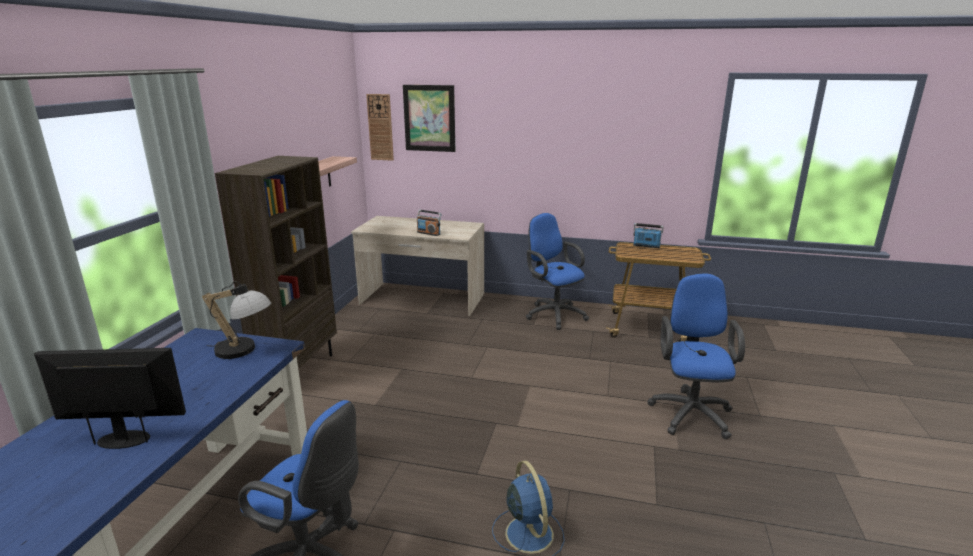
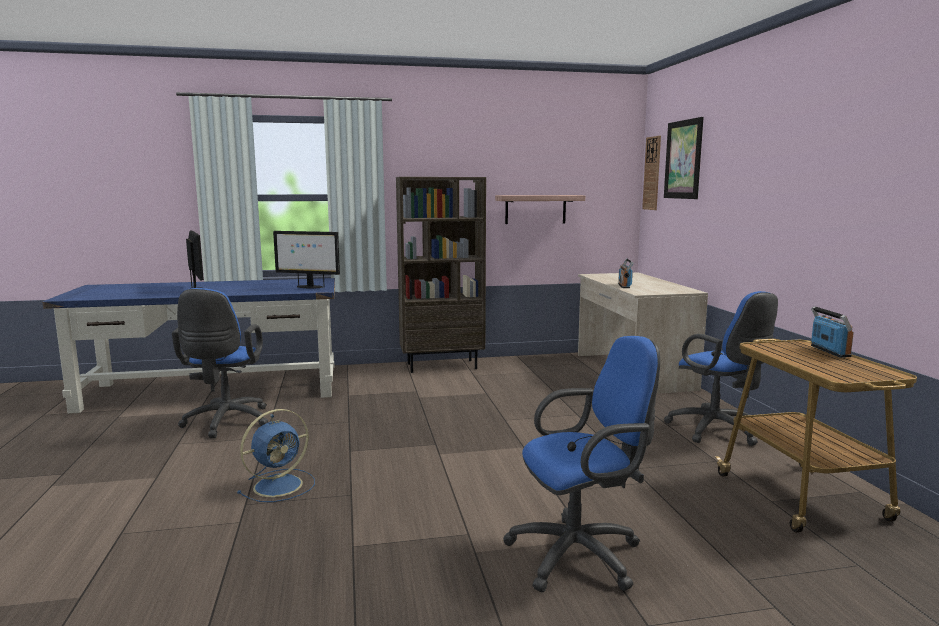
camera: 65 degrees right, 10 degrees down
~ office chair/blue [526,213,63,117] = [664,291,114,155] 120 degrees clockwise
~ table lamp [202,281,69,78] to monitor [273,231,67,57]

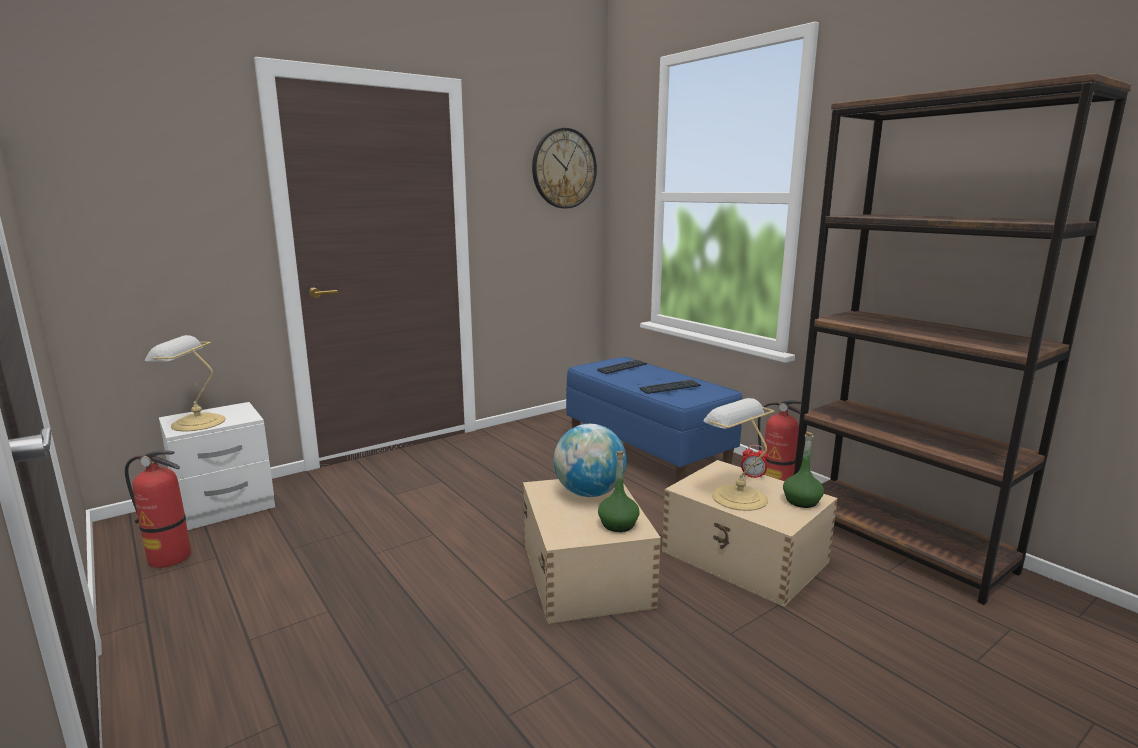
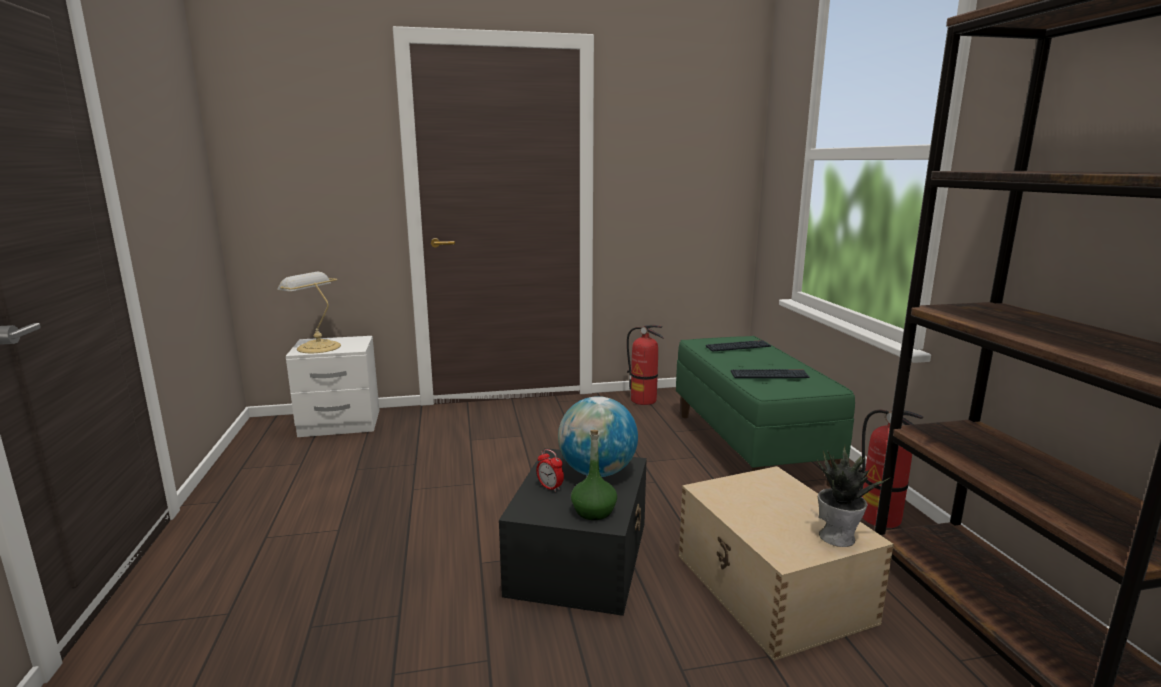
camera: 25 degrees right, 0 degrees up
- wall clock [532,128,65,80]
~ bench/blue [566,357,177,126] to bench/green [676,336,179,151]
- table lamp [704,398,70,113]
~ bottle/green [783,432,41,76] to potted plant [817,447,73,100]
~ alarm clock [741,445,27,34] to [537,449,27,43]
~ fire extinguisher [125,450,66,118] to [627,325,37,80]
~ storage box/beige [522,479,139,145] to storage box/black [499,448,148,168]

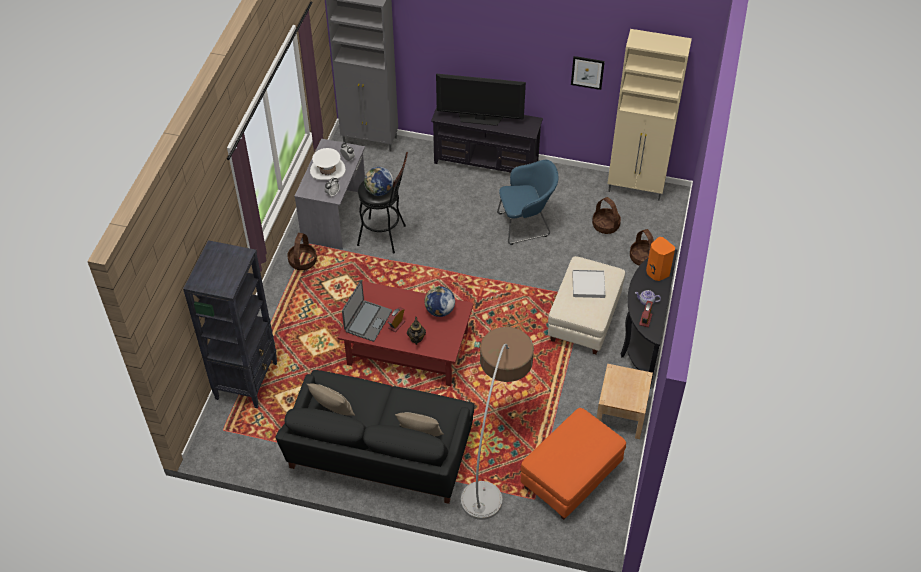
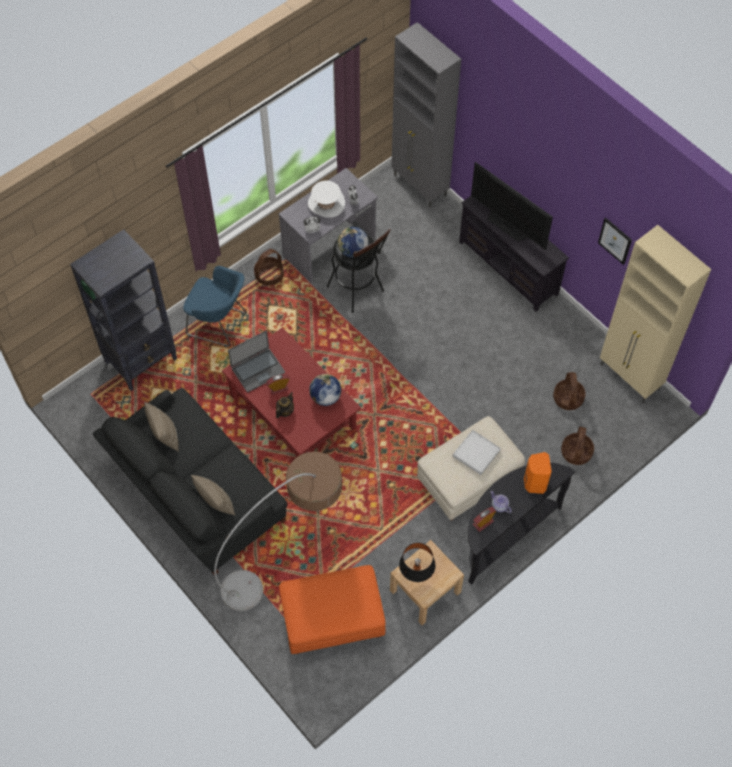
camera: 35 degrees right, 10 degrees up
~ armchair/blue [497,160,61,85] to [183,266,64,81]
+ table lamp/black [399,543,36,39]

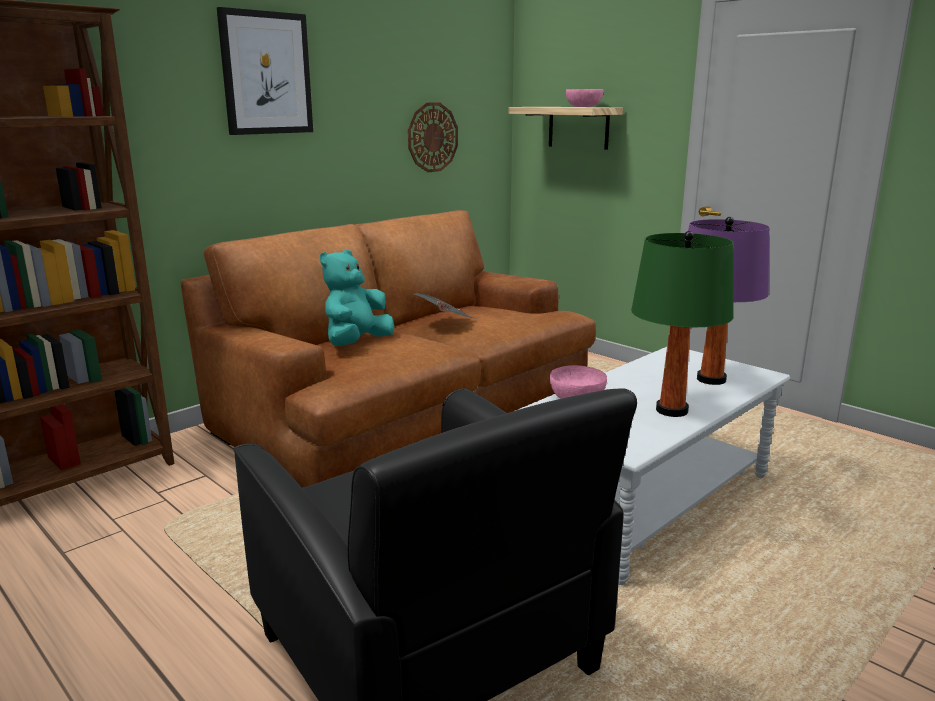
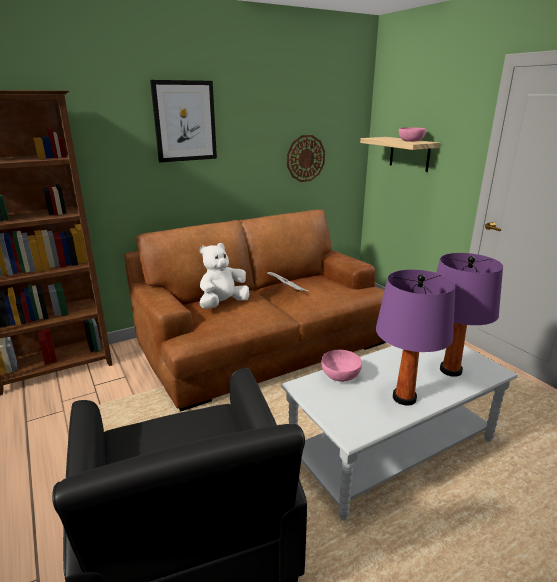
camera: 15 degrees right, 5 degrees up
~ table lamp/green [631,231,102,186] to table lamp/purple [376,270,80,135]
~ plush toy/turquoise [320,249,74,97] to plush toy/white [200,243,49,66]

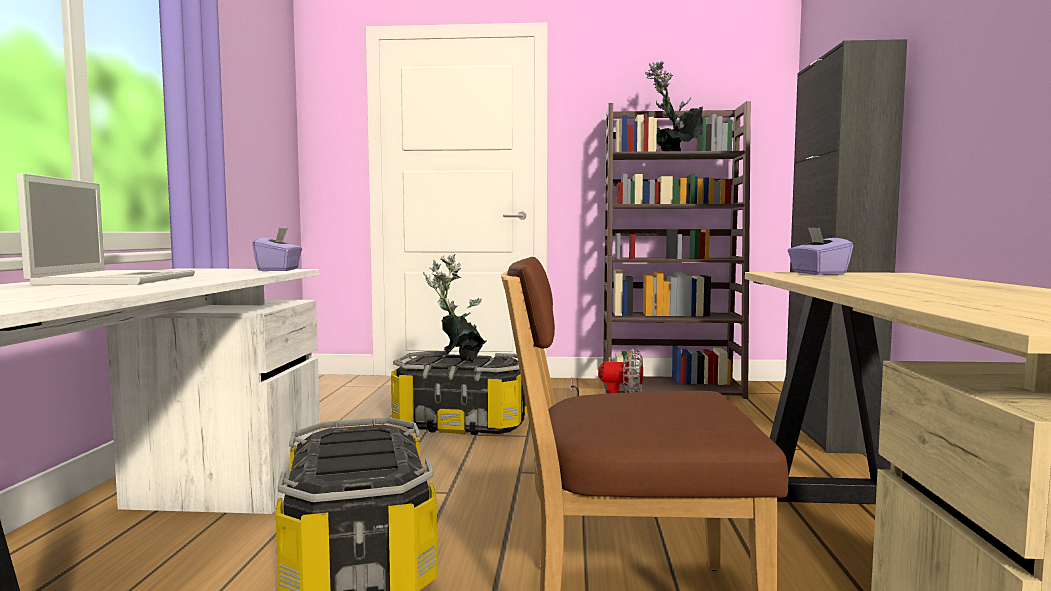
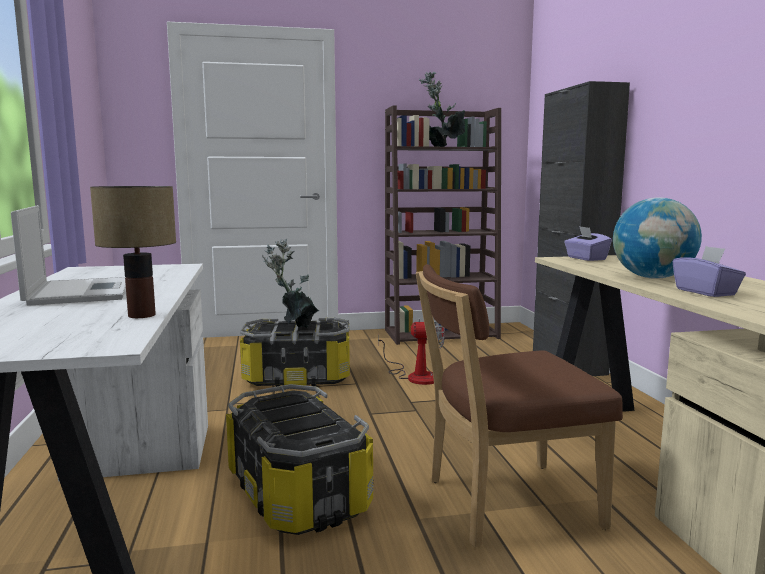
camera: 15 degrees left, 5 degrees up
~ tissue box/purple [252,228,50,43] to [673,246,73,51]
+ table lamp [90,186,86,132]
+ globe [613,197,89,82]

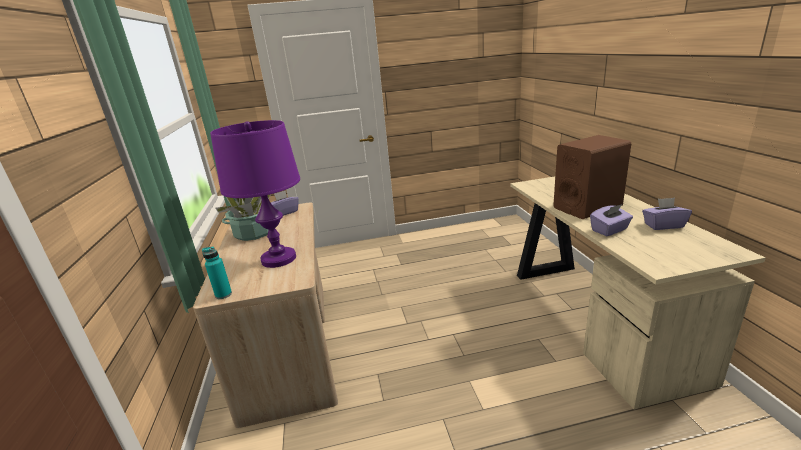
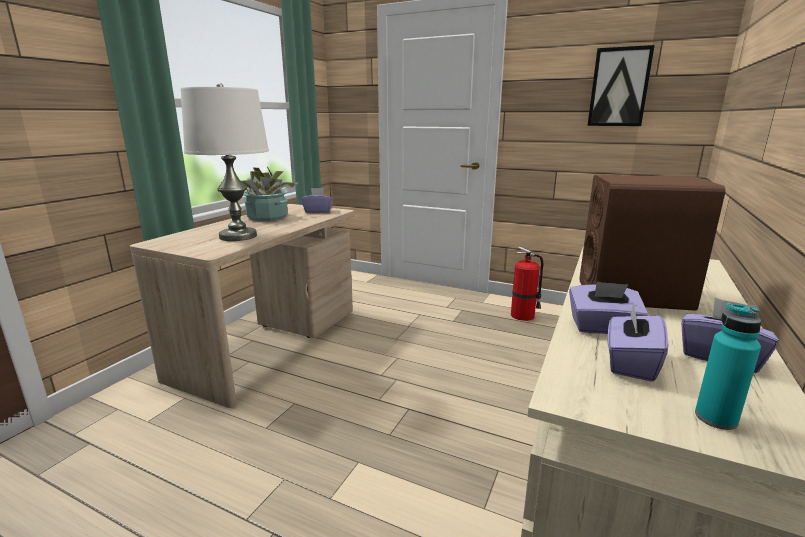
camera: 35 degrees right, 5 degrees down
~ table lamp/purple [210,120,90,148] to table lamp/white [181,83,88,158]
~ bottle/turquoise [202,246,30,53] to [695,303,66,127]
+ picture [588,45,67,81]
+ fire extinguisher [511,246,32,75]
+ tissue box/purple [608,303,60,79]

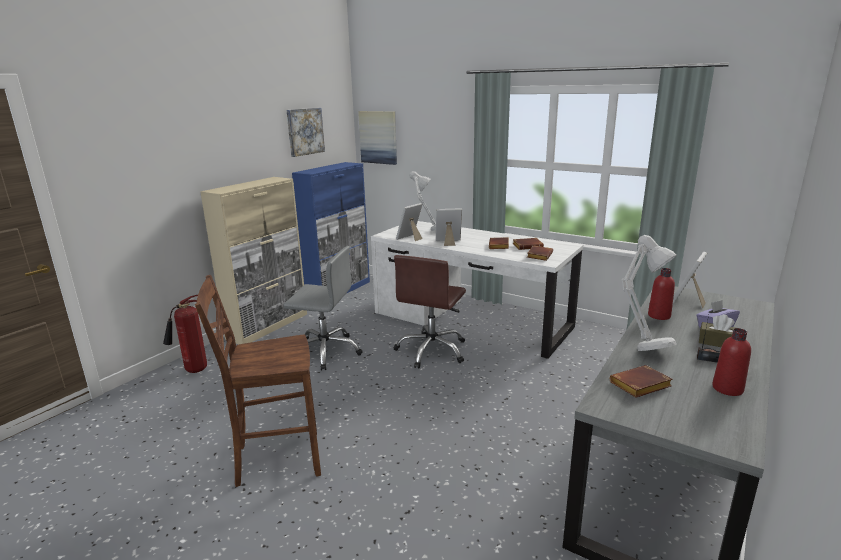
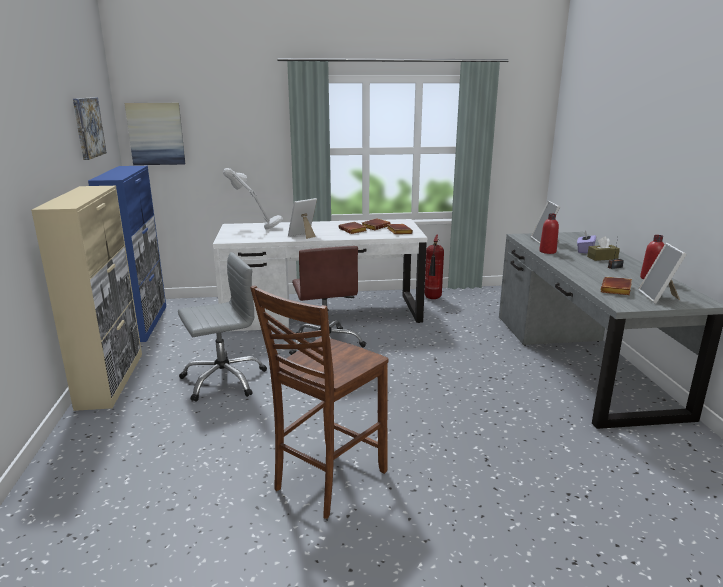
camera: 40 degrees left, 0 degrees up
~ picture frame [396,203,27,38] to [638,243,49,61]
- table lamp/grey [622,235,55,116]
~ fire extinguisher [163,295,44,78] to [425,235,19,64]

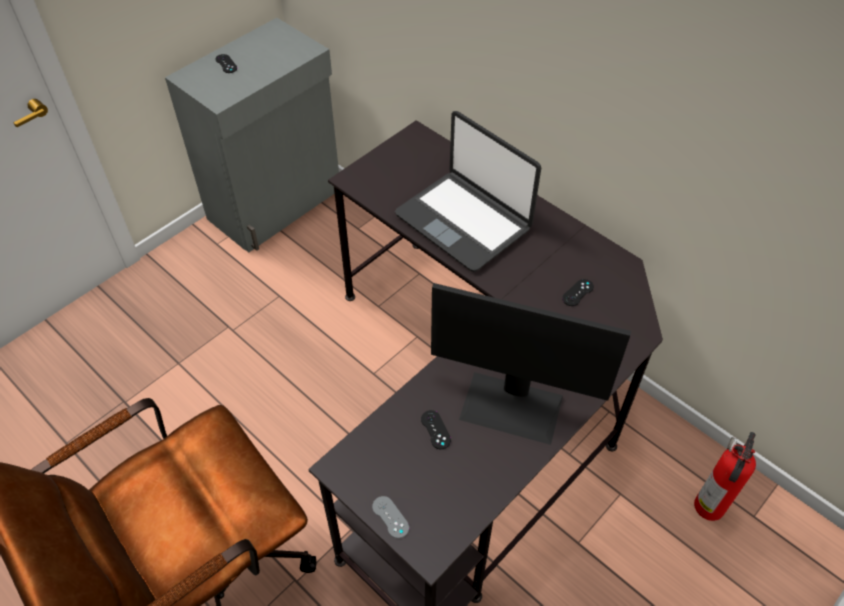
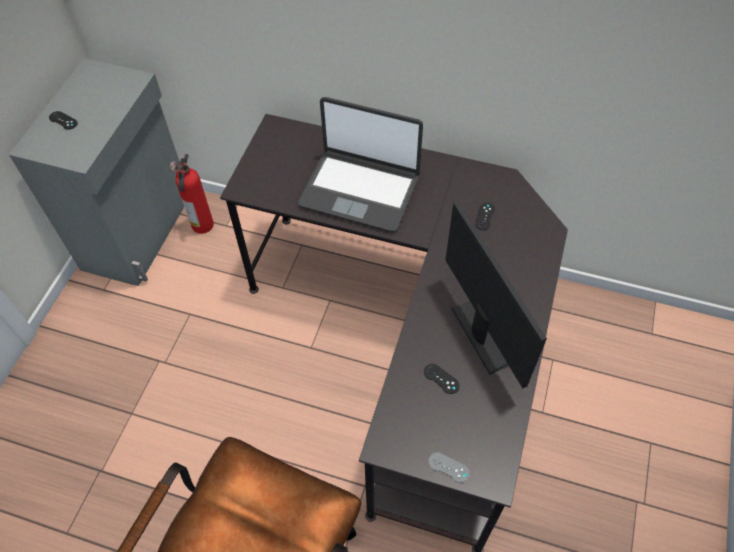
camera: 25 degrees left, 5 degrees up
~ monitor [431,283,200,162] = [446,201,101,187] 105 degrees counterclockwise
~ fire extinguisher [694,432,62,89] to [170,154,44,80]

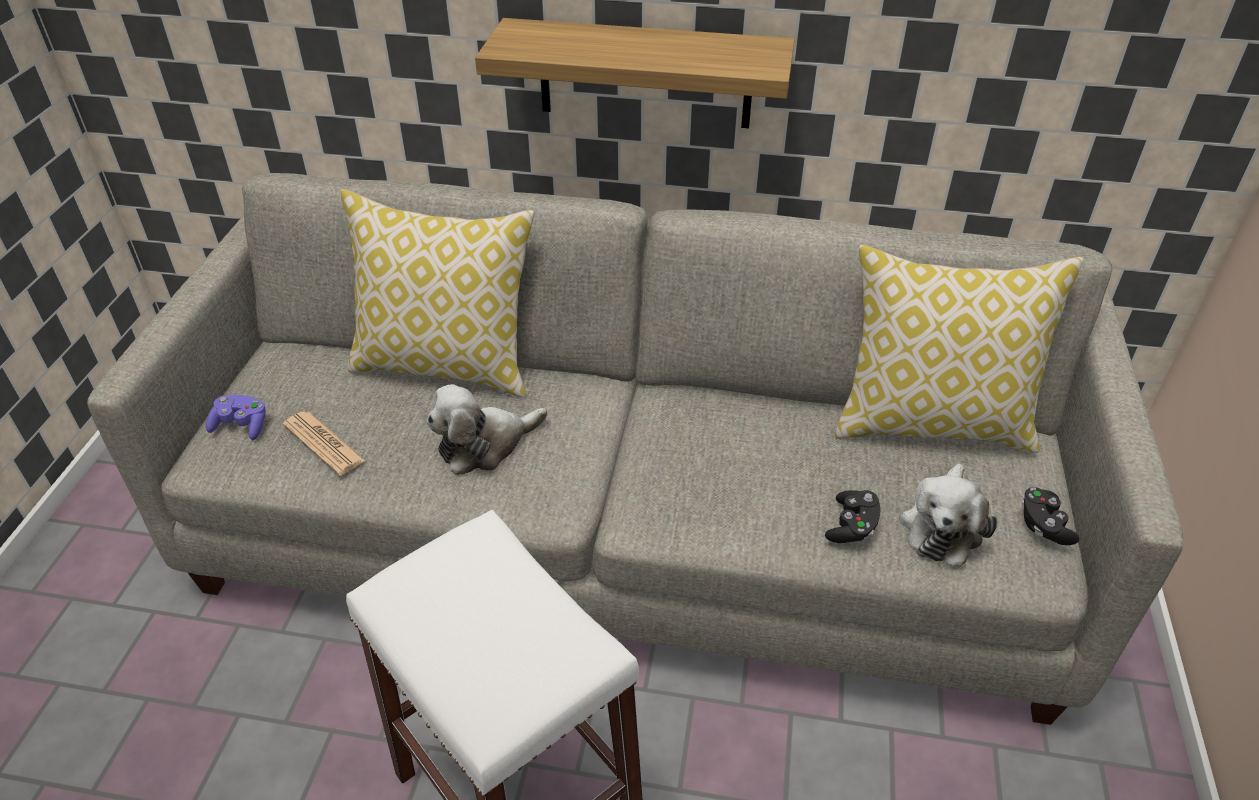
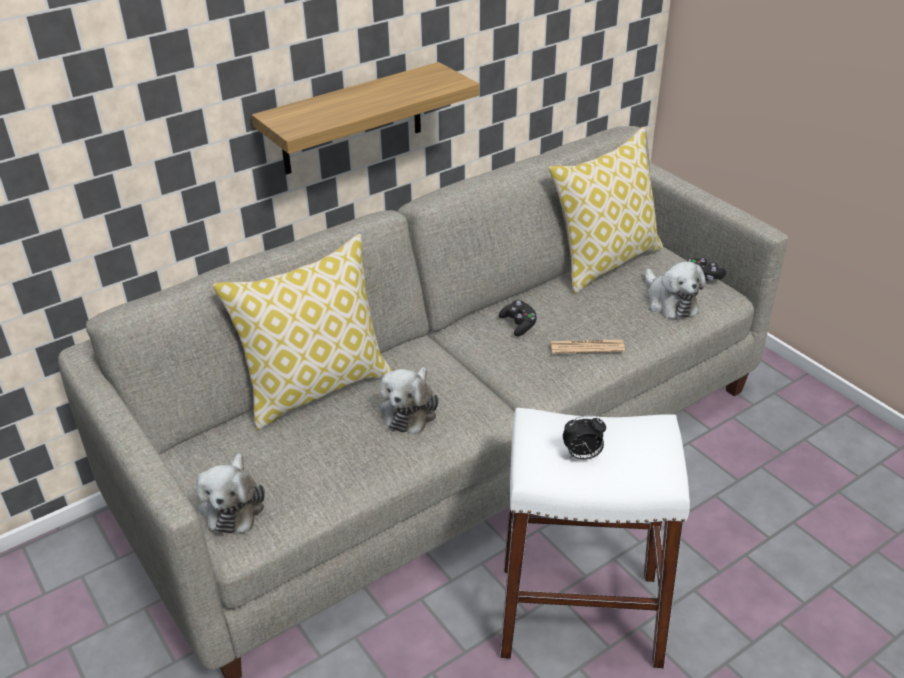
camera: 45 degrees left, 5 degrees down
~ game controller/purple [206,395,60,45] to plush toy [196,453,69,81]
~ newspaper [283,411,82,64] to [550,339,75,15]
~ game controller/black [825,490,56,53] to [499,300,39,36]
+ alarm clock [563,415,43,45]

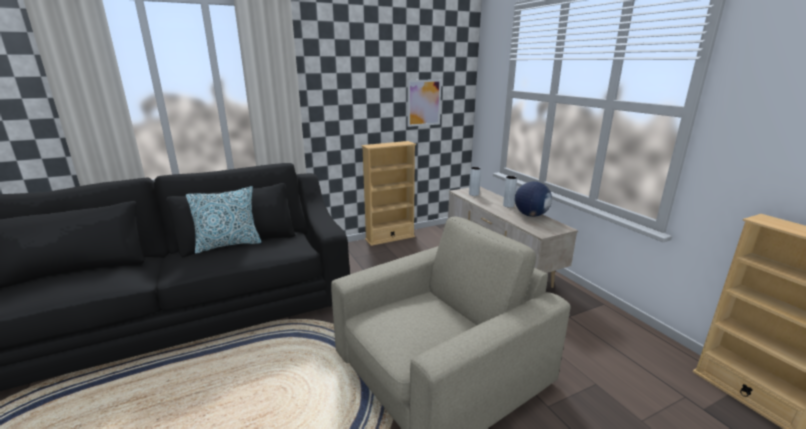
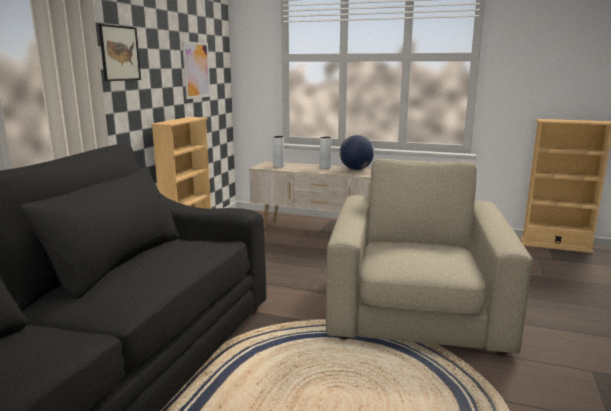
camera: 45 degrees left, 5 degrees down
- pillow [186,186,76,68]
+ picture [99,24,42,57]

